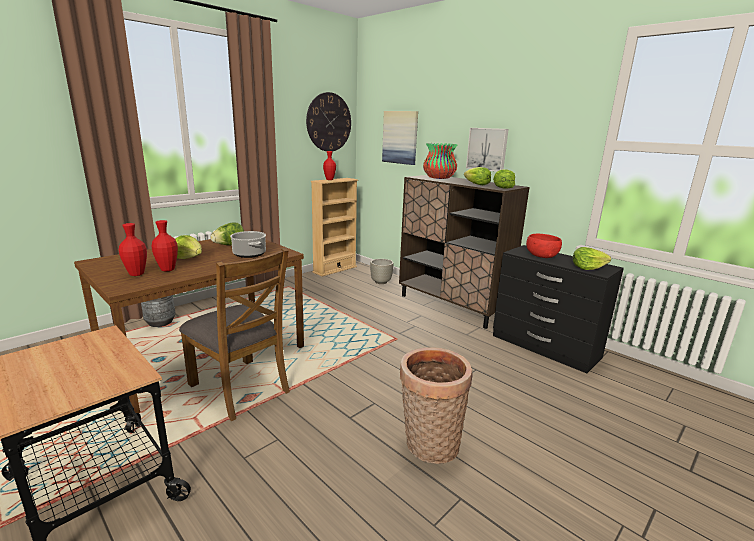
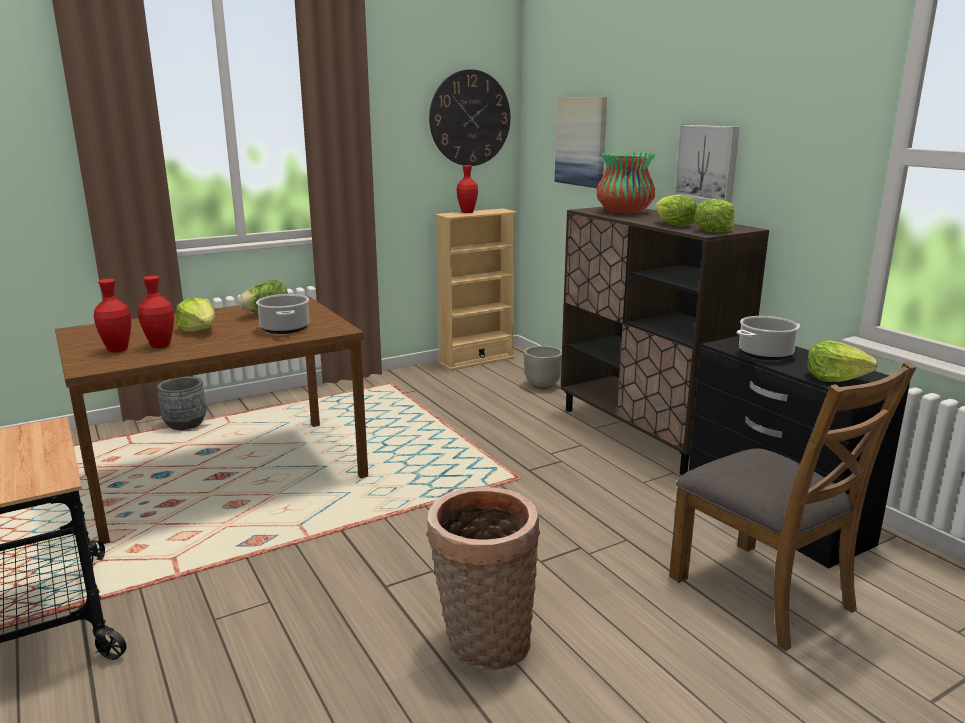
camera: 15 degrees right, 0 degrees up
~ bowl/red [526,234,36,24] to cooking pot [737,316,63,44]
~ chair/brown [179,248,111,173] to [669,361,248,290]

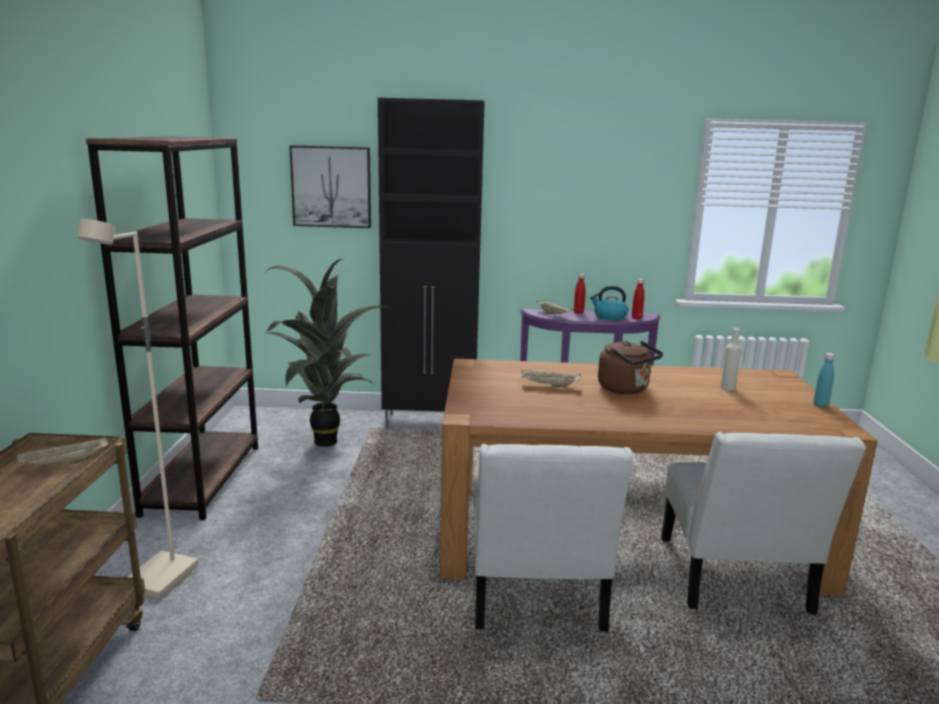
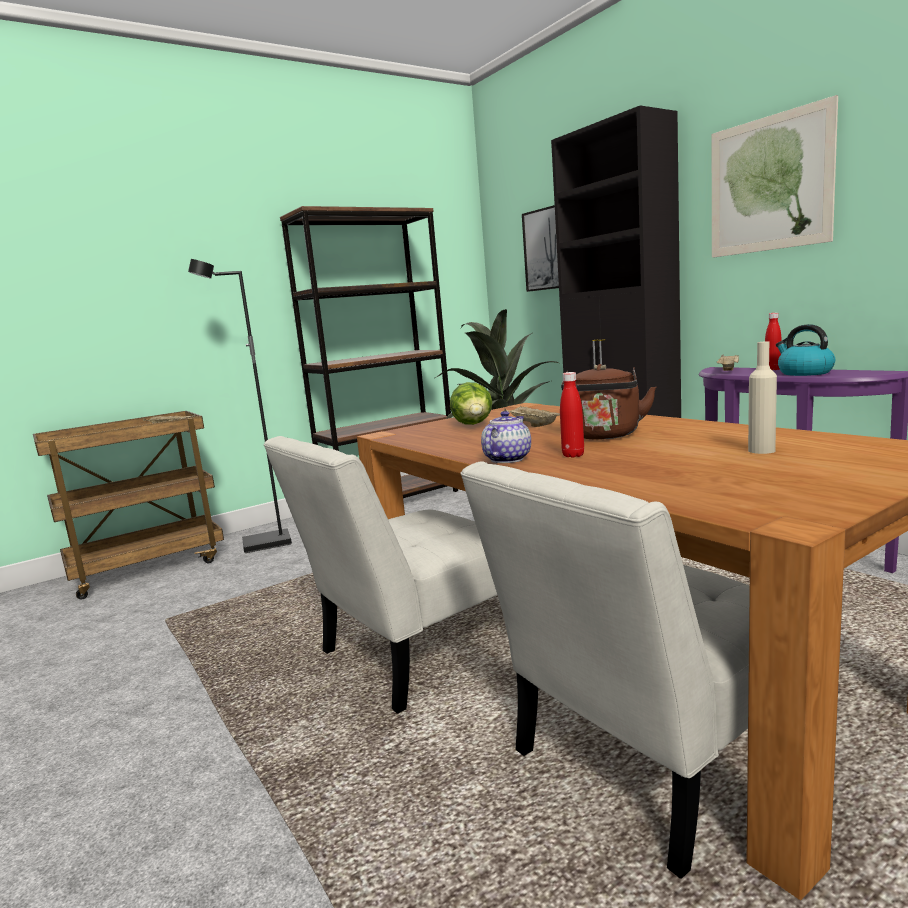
camera: 55 degrees right, 5 degrees down
~ floor lamp/beige [78,219,121,380] to floor lamp/black [188,259,104,294]
~ bottle/red [632,279,12,40] to [560,372,24,86]
- bottle/turquoise [814,353,21,54]
+ picture [712,95,126,163]
+ lettuce [450,382,42,43]
+ teapot [481,411,50,52]

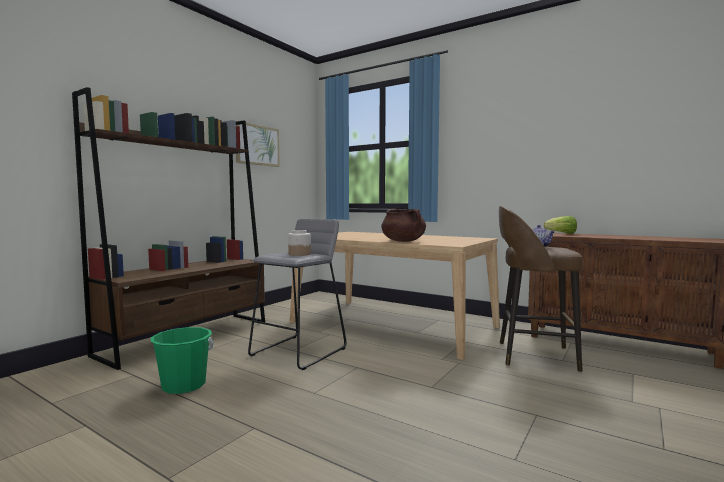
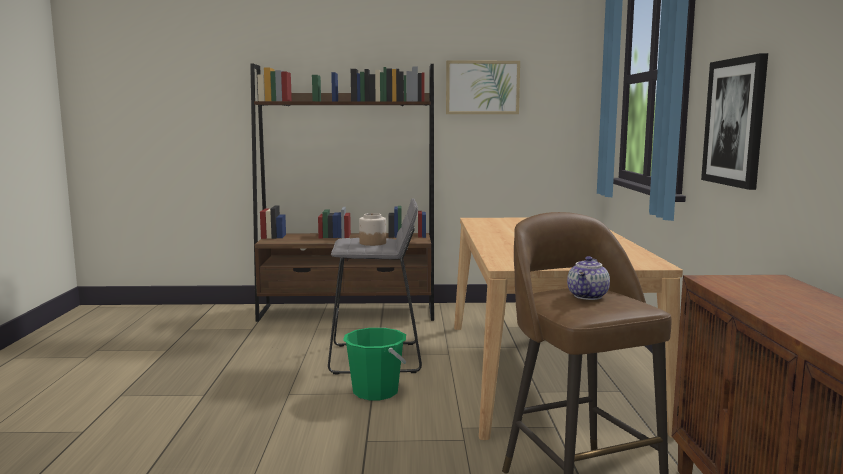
camera: 55 degrees right, 5 degrees up
- cooking pot/brown [381,209,45,33]
- lettuce [544,216,33,18]
~ bucket/green [151,327,63,67] to [343,328,64,72]
+ picture [701,53,67,137]

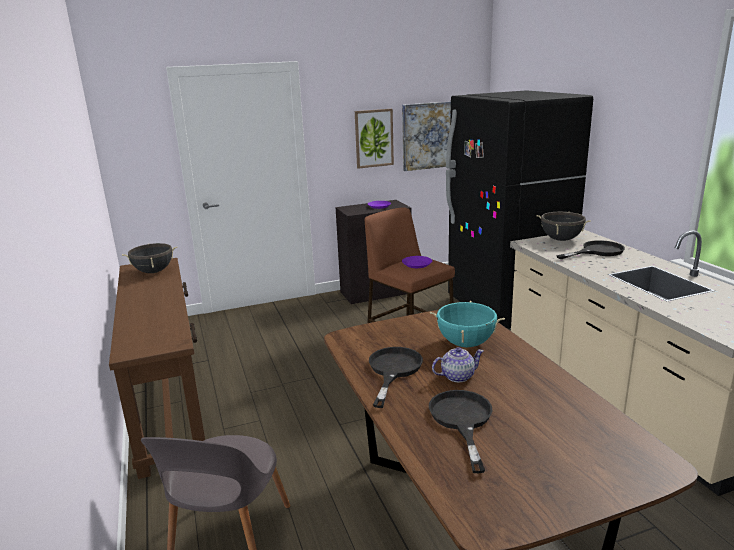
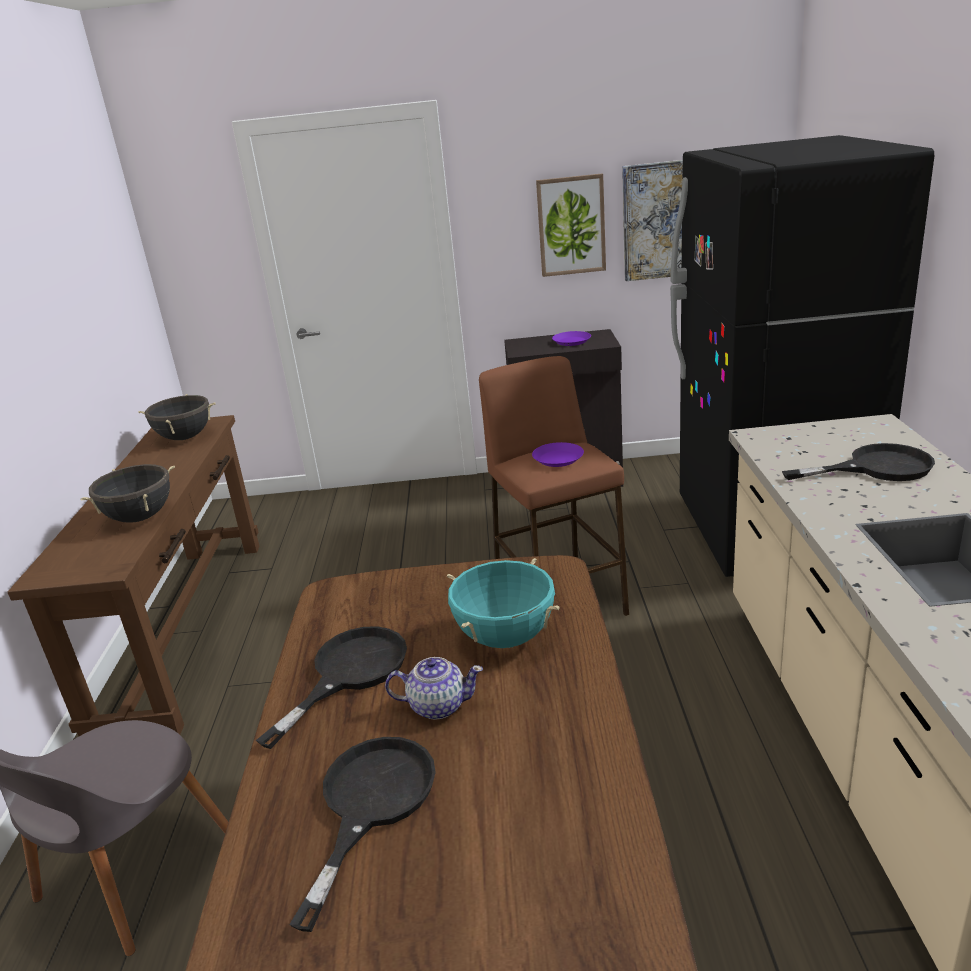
camera: 20 degrees right, 5 degrees up
~ cooking pot/black [537,212,54,29] to [81,464,94,59]

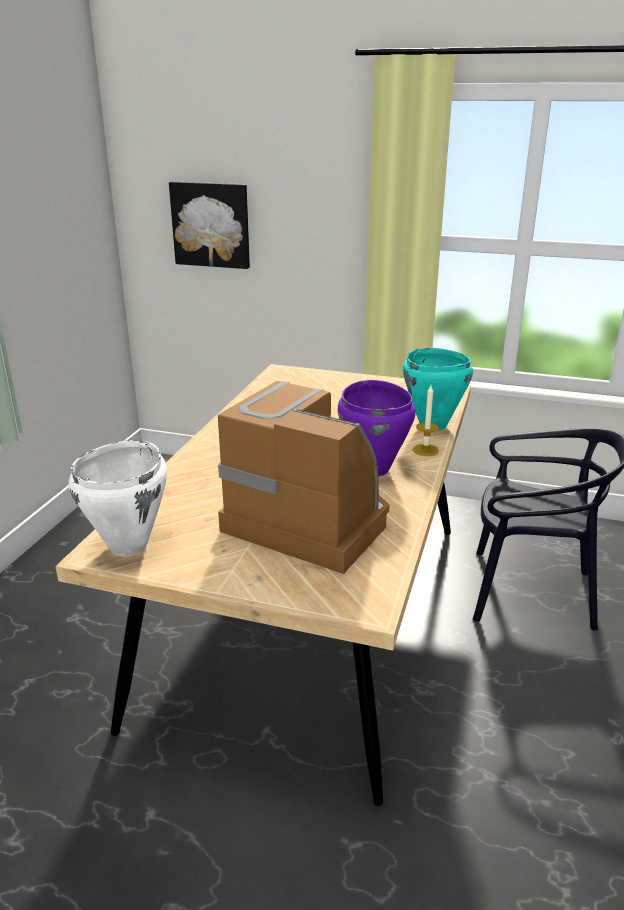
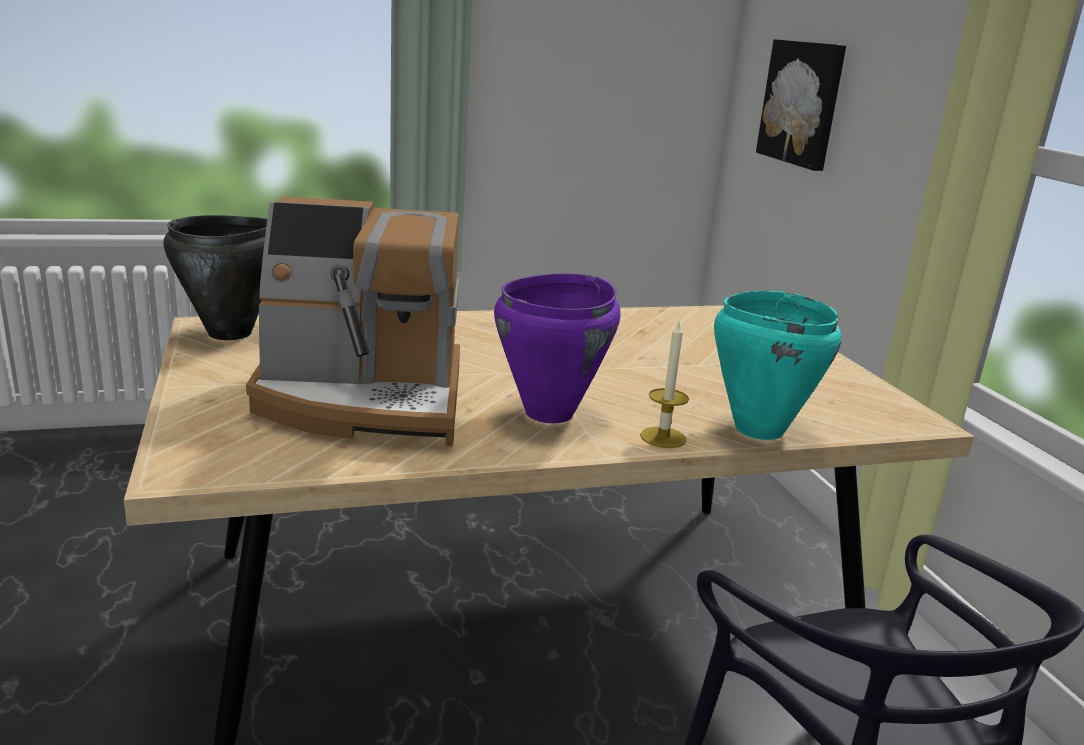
camera: 55 degrees right, 5 degrees down
~ coffee machine [218,381,171,193] = [246,196,214,250] 90 degrees clockwise
~ cooking pot/white [69,440,98,117] to cooking pot/black [163,215,104,125]

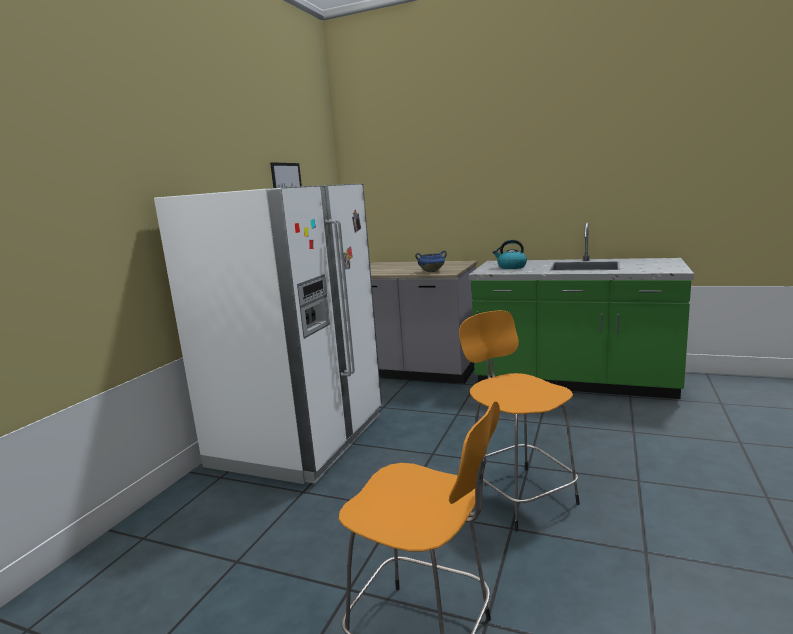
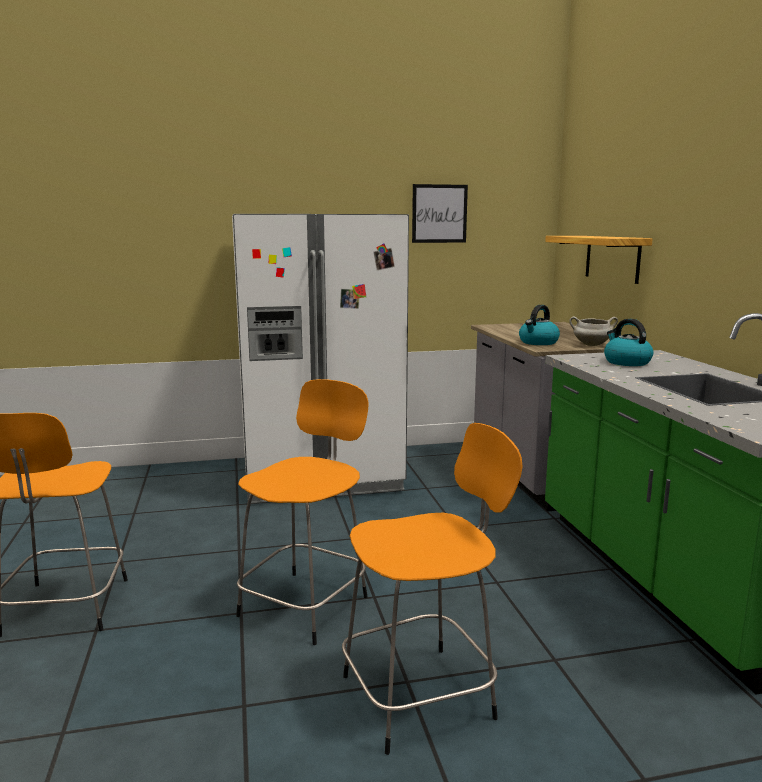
camera: 55 degrees right, 0 degrees up
~ cooking pot/blue [415,251,32,21] to kettle [519,305,41,40]
+ shelf [545,236,108,48]
+ cooking pot/white [569,316,49,30]
+ stool/orange [342,423,181,332]

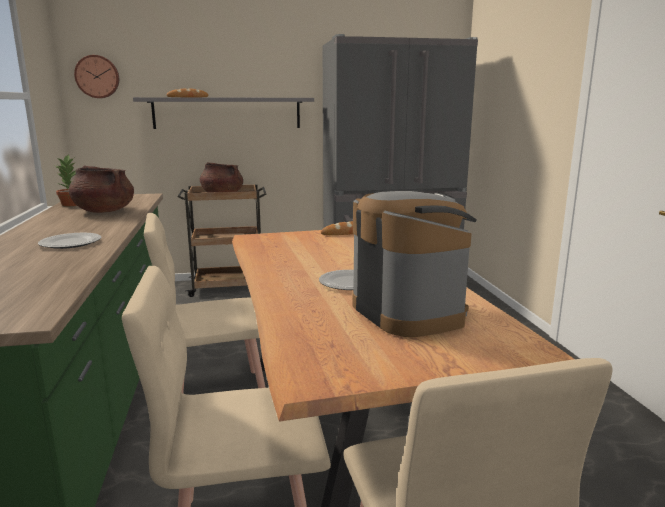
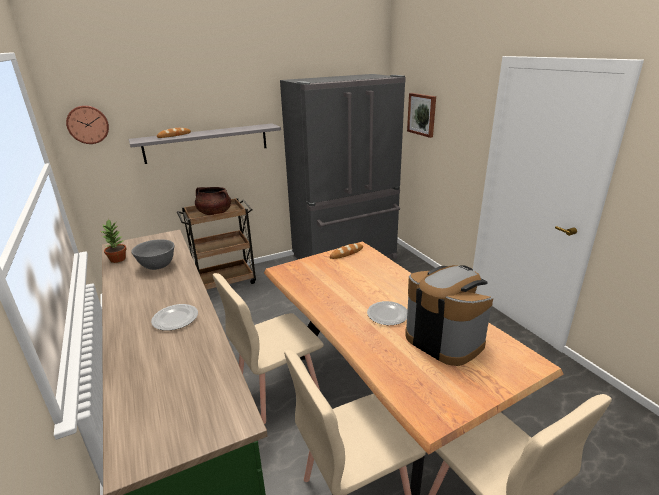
camera: 15 degrees left, 10 degrees up
~ cooking pot/brown [69,165,65,48] to bowl/grey [131,239,43,31]
+ picture [407,93,29,45]

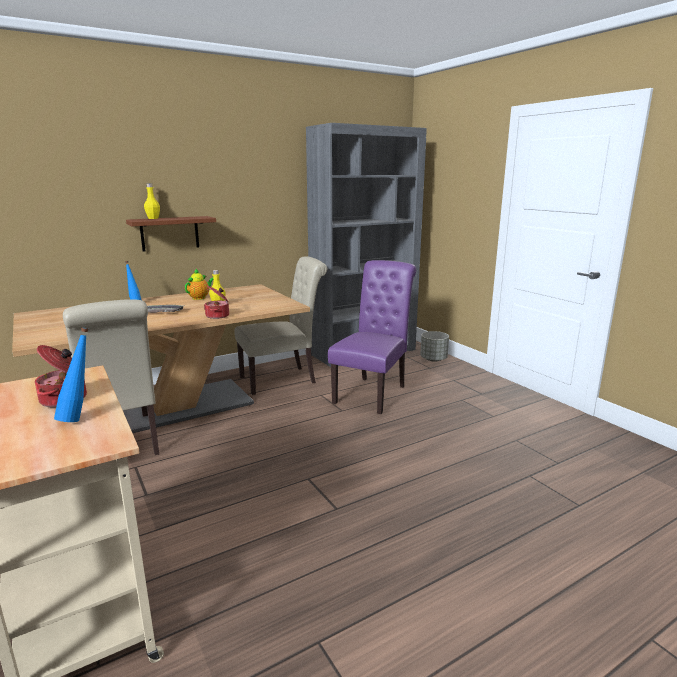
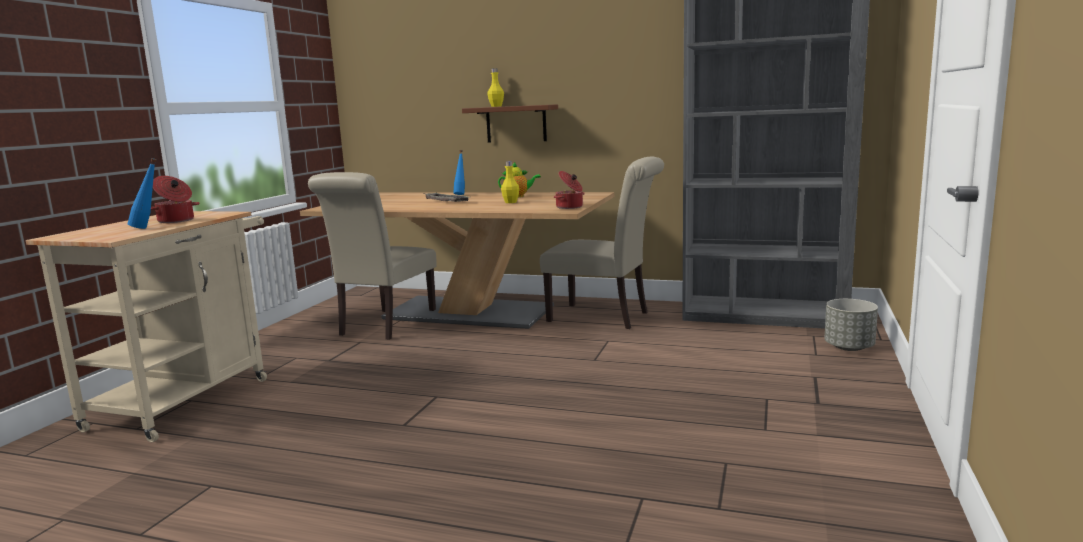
camera: 50 degrees right, 5 degrees down
- chair/purple [328,260,88,154]
~ cooking pot [204,286,25,33] to [554,171,31,38]

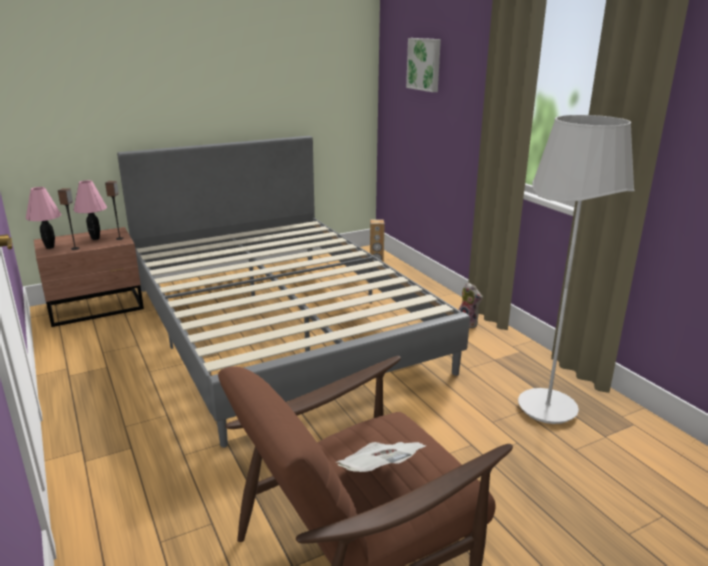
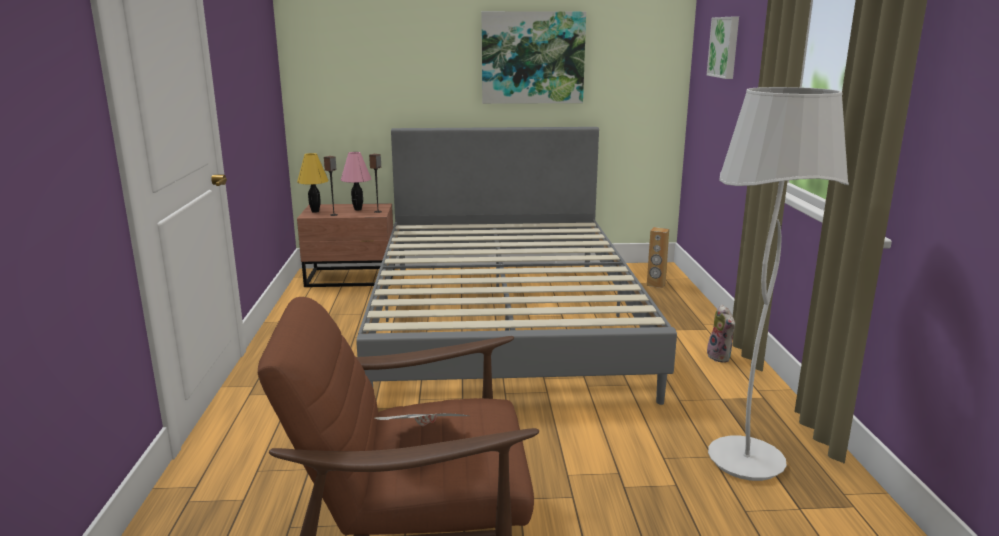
camera: 25 degrees right, 5 degrees down
~ table lamp/pink [26,187,36,62] to table lamp/yellow [297,153,32,60]
+ picture [482,11,104,93]

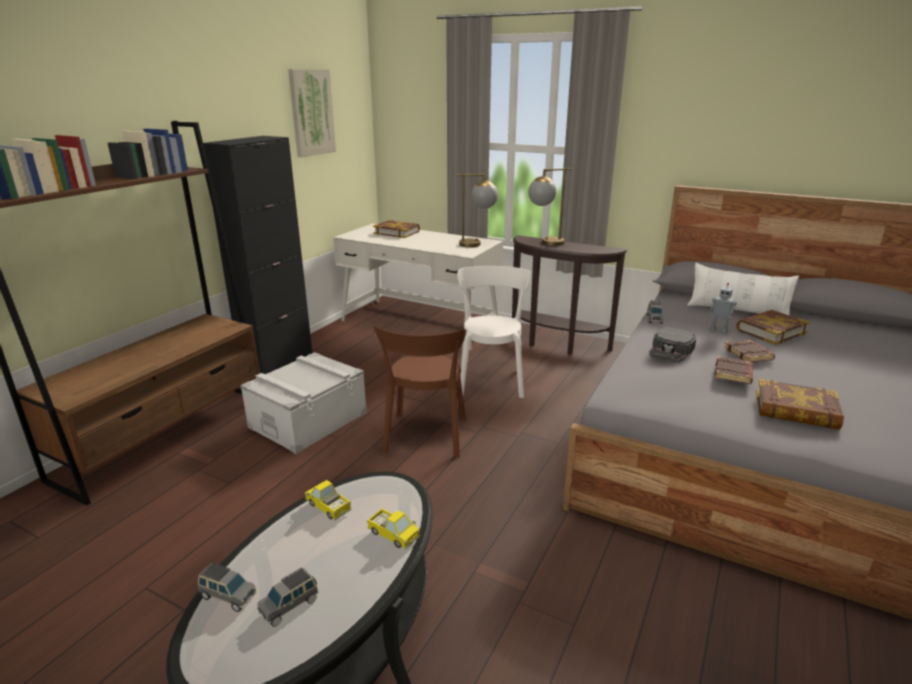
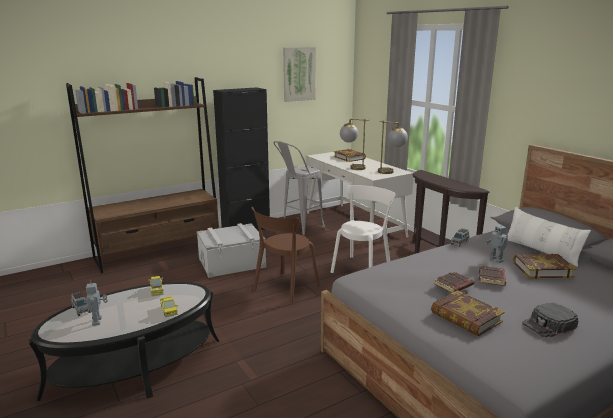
camera: 30 degrees right, 5 degrees down
~ table lamp [528,168,44,78] to [340,119,29,51]
~ cap/black [649,327,47,36] to [522,302,57,35]
~ toy car/grey [257,567,61,60] to toy robot [81,280,27,46]
+ stool/grey [273,141,52,95]

